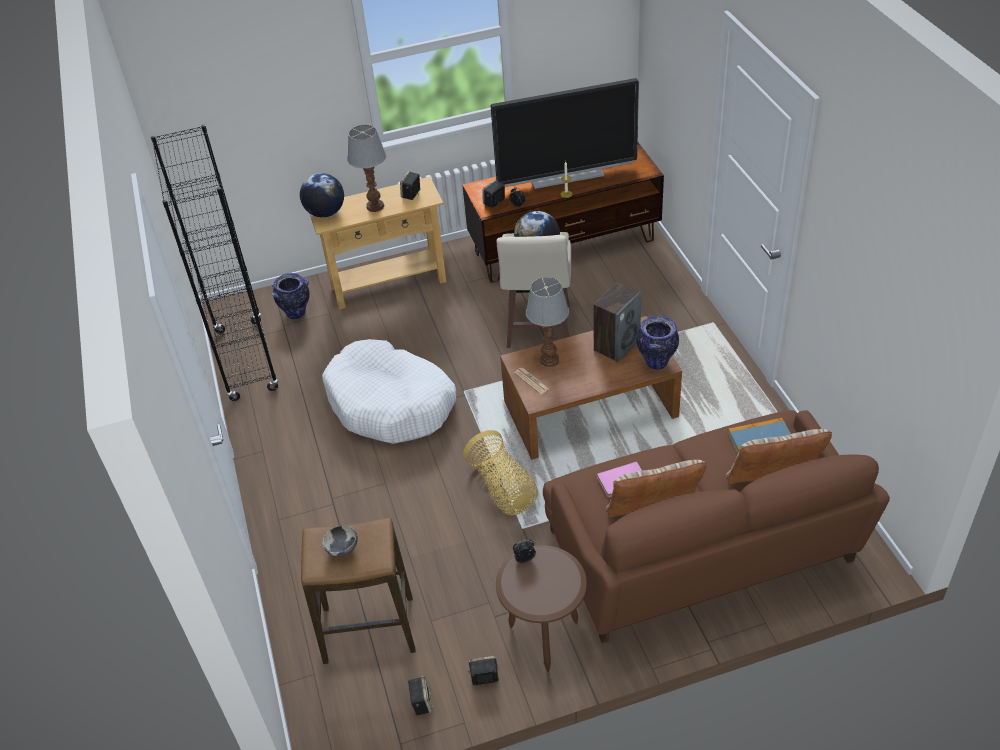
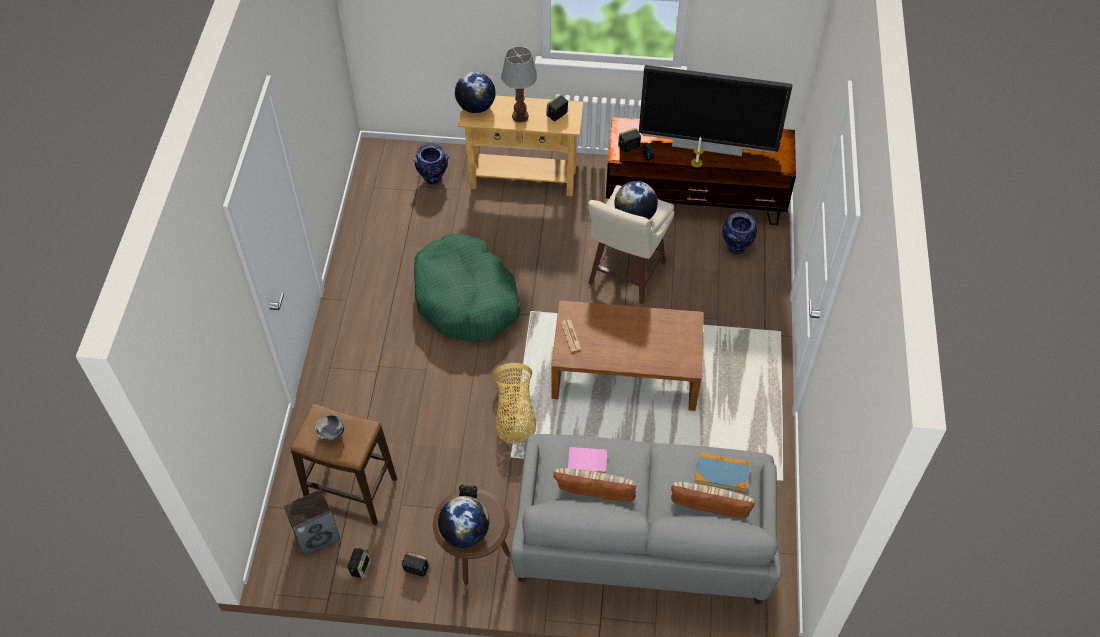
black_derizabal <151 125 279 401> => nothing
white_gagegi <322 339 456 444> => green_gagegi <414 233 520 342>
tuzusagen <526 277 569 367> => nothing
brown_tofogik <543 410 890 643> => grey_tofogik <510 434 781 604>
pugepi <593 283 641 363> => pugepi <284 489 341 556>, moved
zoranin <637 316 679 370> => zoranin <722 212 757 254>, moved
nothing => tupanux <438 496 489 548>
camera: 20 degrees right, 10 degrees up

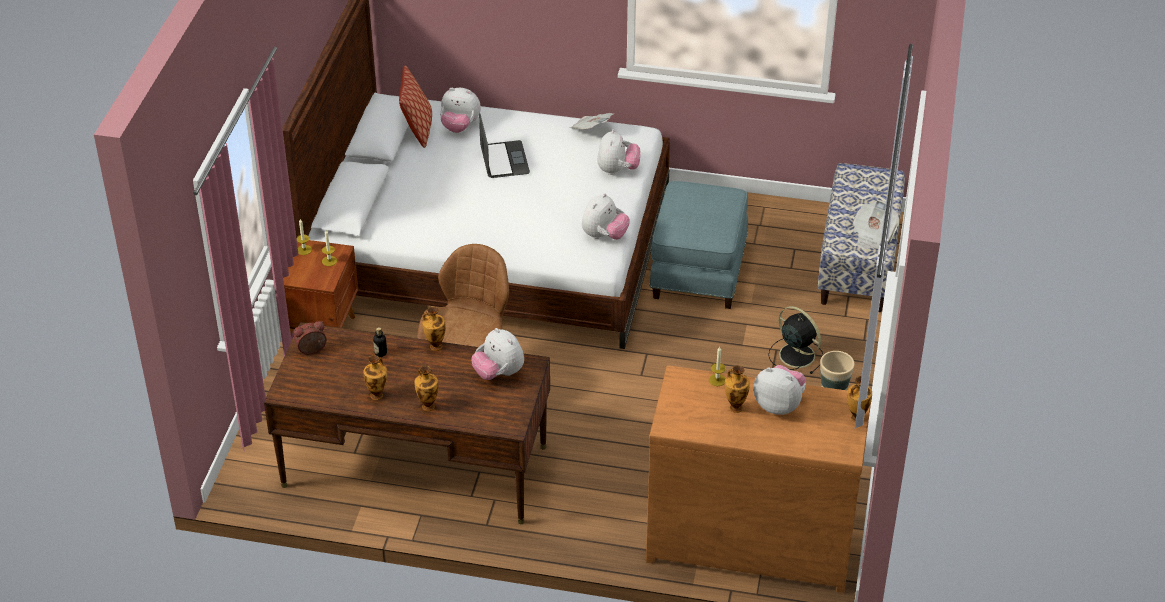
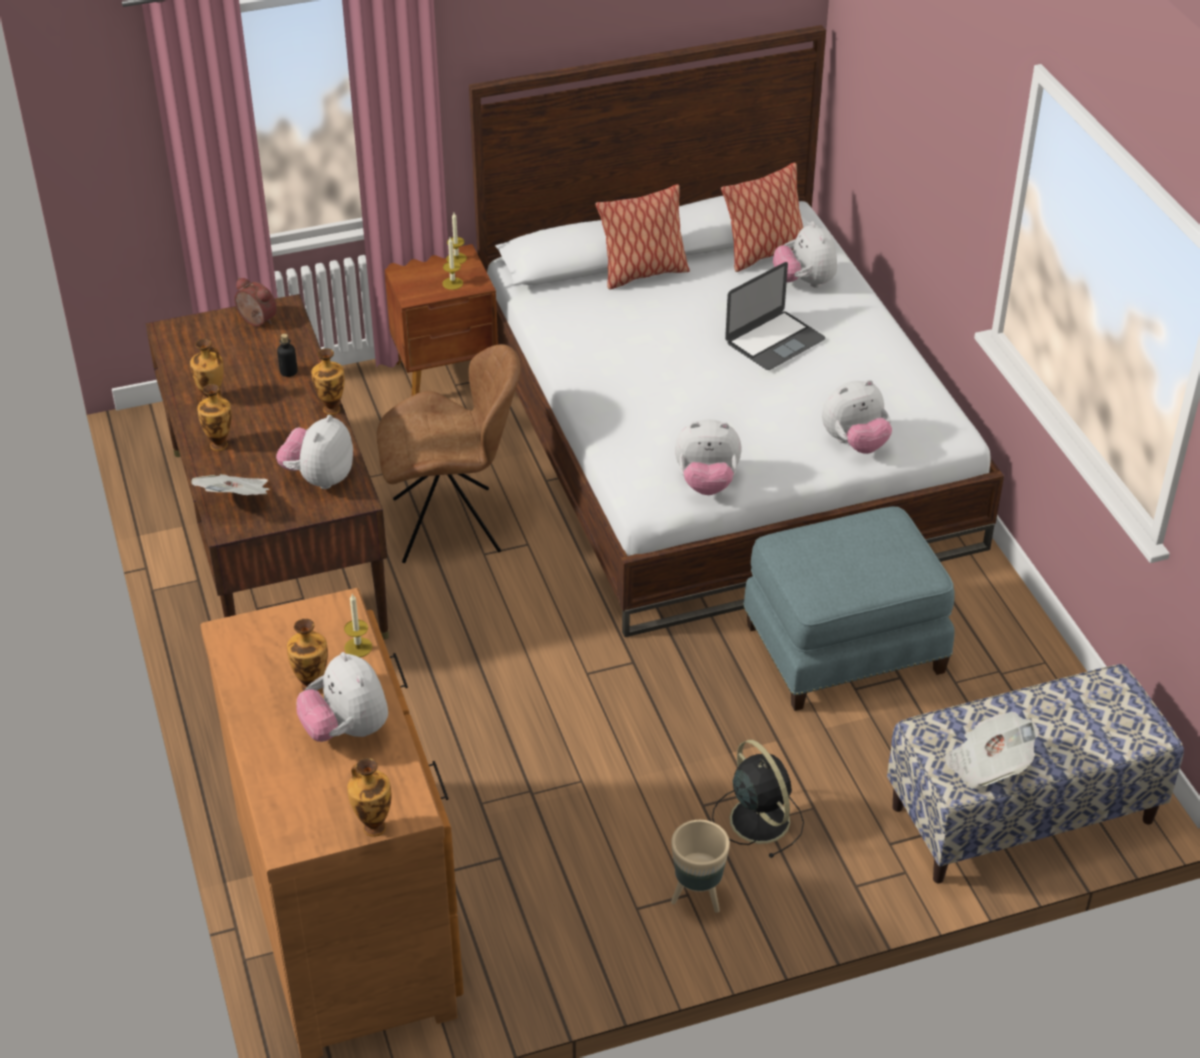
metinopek <570 113 614 129> => metinopek <191 474 269 495>, moved
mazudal <754 365 806 415> => mazudal <296 652 388 742>, 150 degrees clockwise
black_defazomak <768 306 823 374> => black_defazomak <712 740 804 858>, 45 degrees counterclockwise
nothing => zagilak <595 184 690 290>
camera: 60 degrees right, 0 degrees up

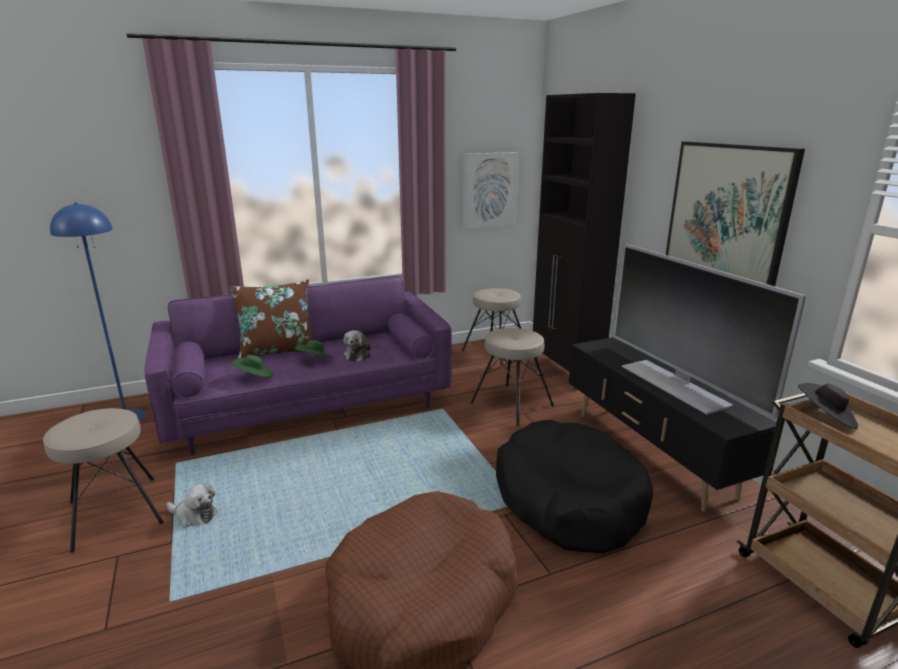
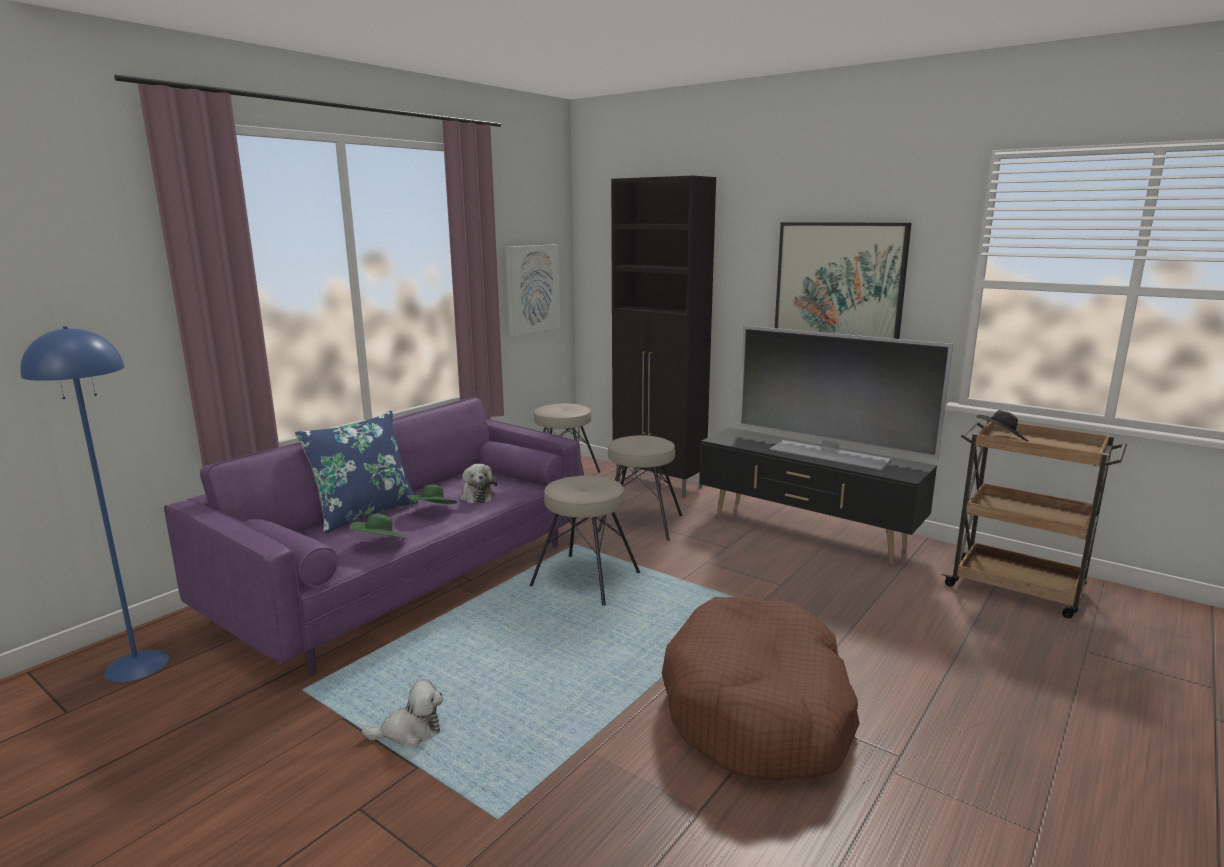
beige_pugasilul <43 408 164 553> => beige_pugasilul <530 475 640 606>, moved
brown_zagilak <230 280 313 358> => blue_zagilak <295 411 418 534>
black_gagegi <496 420 653 553> => nothing
camera: 30 degrees left, 5 degrees down

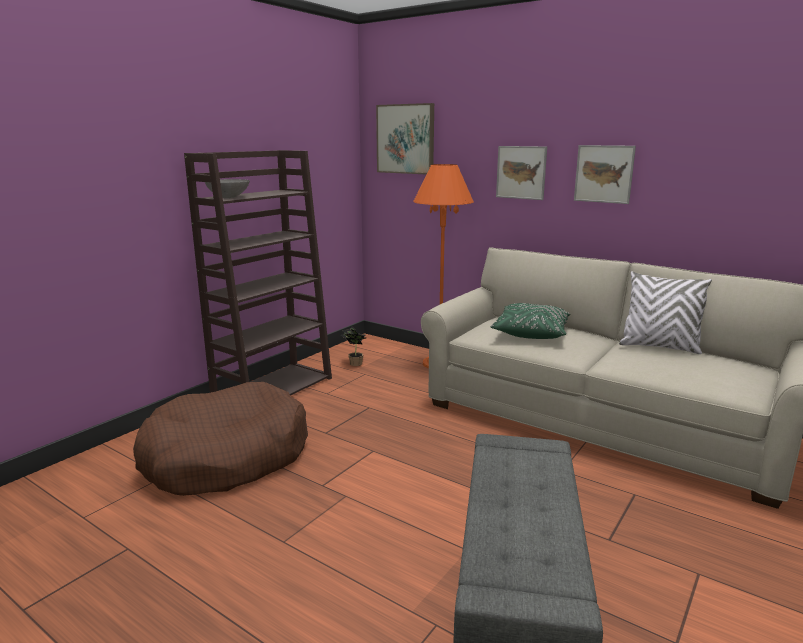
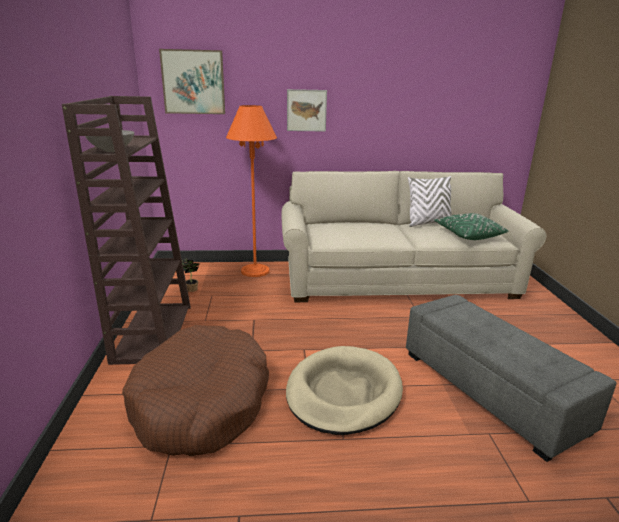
green_zagilak <490 303 570 339> => green_zagilak <434 213 509 240>, moved
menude <574 145 636 204> => nothing
nothing => beige_gagegi <286 346 403 435>
camera: 40 degrees left, 5 degrees up

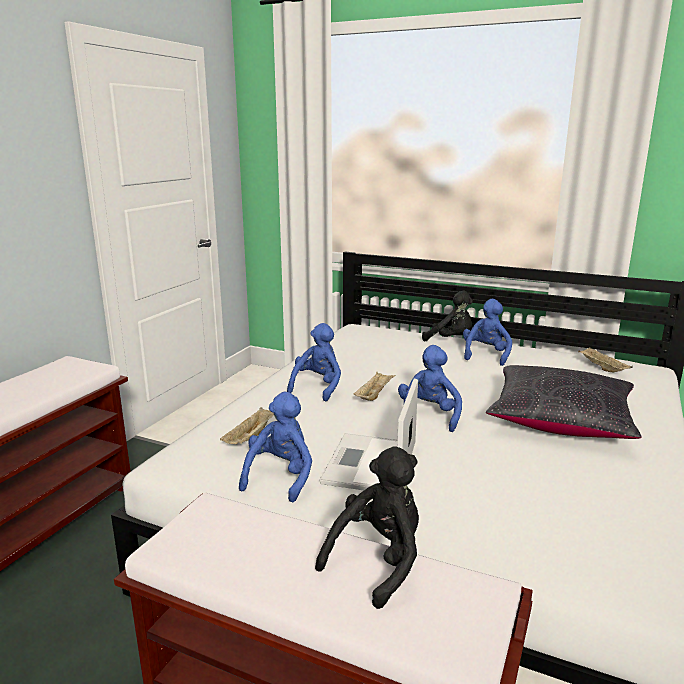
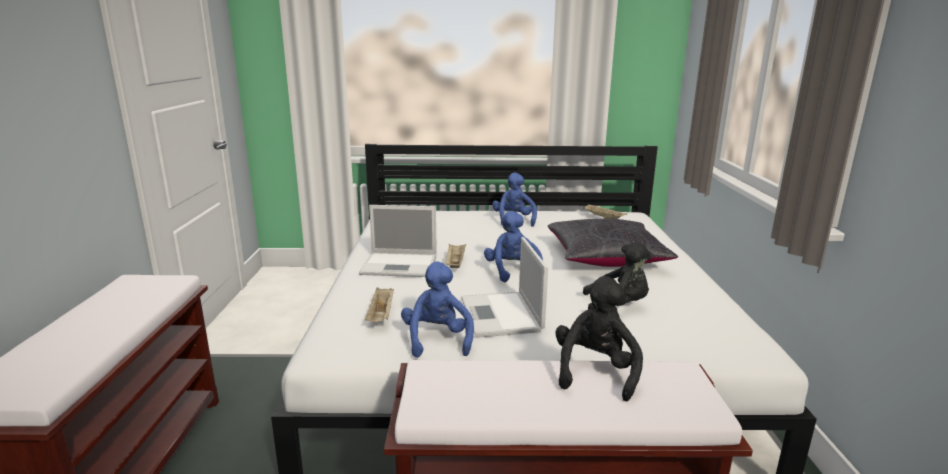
blue_mazudal <287 323 341 401> => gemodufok <359 205 437 277>
black_mazudal <422 291 473 341> => black_mazudal <583 242 653 309>, moved
camera: 25 degrees left, 0 degrees up

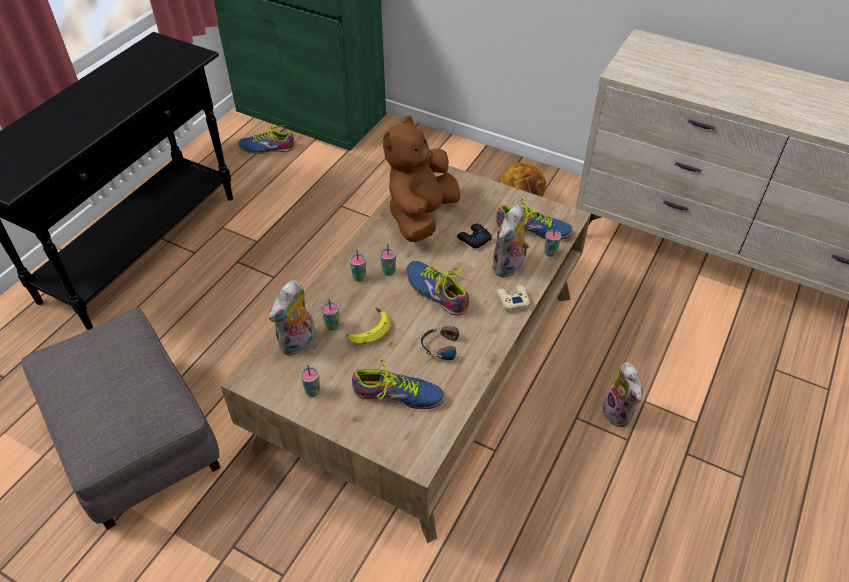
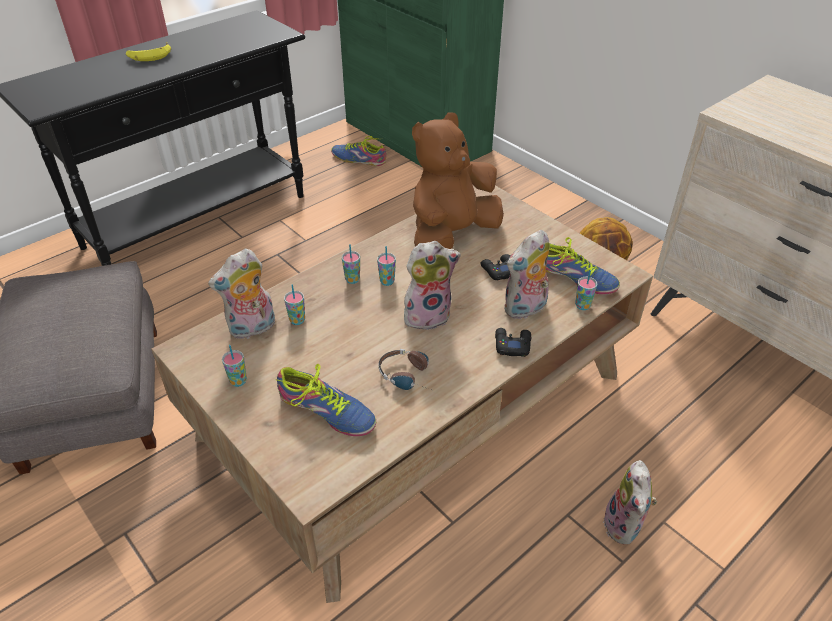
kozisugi <346 307 391 344> => kozisugi <126 42 171 61>, moved
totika <406 261 469 316> => mazudal <404 241 461 332>
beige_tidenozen <497 285 530 311> => black_tidenozen <495 328 531 357>
camera: 20 degrees right, 5 degrees down

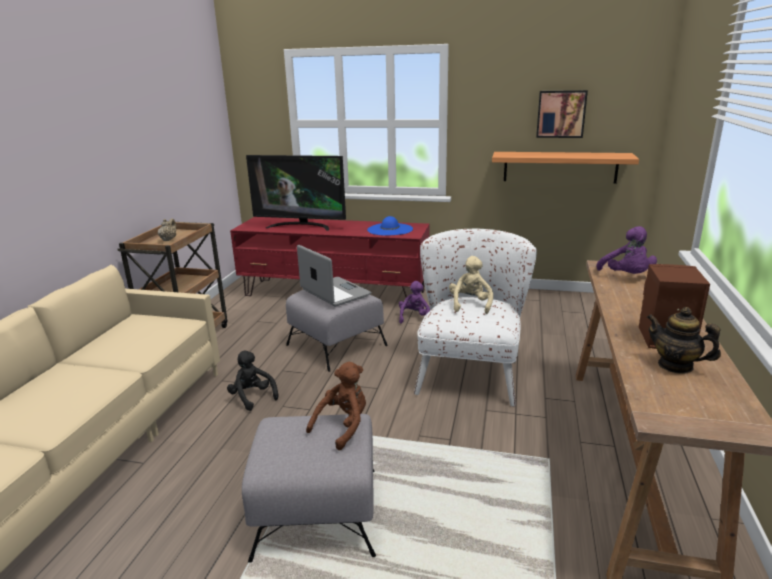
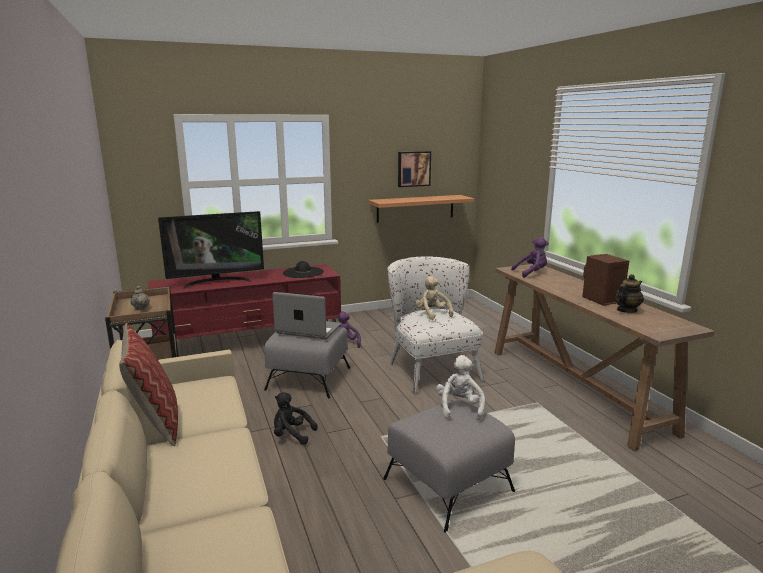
brown_mazudal <306 362 366 450> => white_mazudal <436 355 485 421>
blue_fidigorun <367 216 413 236> => black_fidigorun <283 261 324 278>
purple_mazudal <596 226 657 274> => purple_mazudal <511 237 549 278>, 60 degrees counterclockwise
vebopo <647 307 721 374> => vebopo <615 274 644 313>, 135 degrees clockwise
nothing => zagilak <119 323 178 446>
camera: 35 degrees left, 5 degrees down

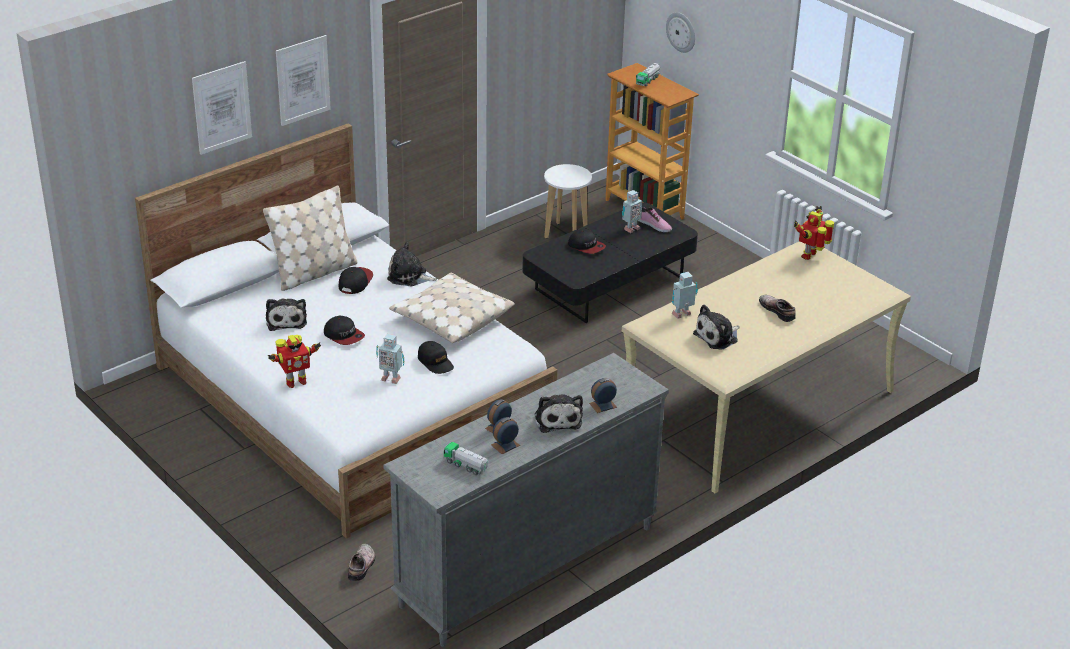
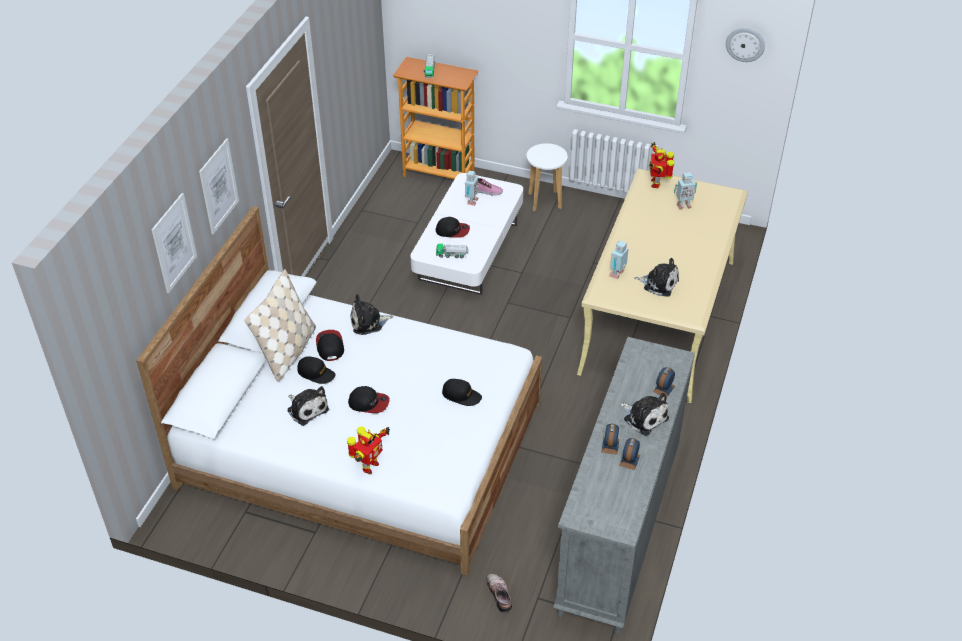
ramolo <376 334 404 384> => ramolo <674 172 697 210>, moved
beige_zagilak <389 273 515 343> => nothing
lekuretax <443 442 488 475> => lekuretax <436 244 468 258>, moved
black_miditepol <522 202 698 323> => white_miditepol <410 173 523 295>
white_pugasilul <544 164 592 238> => white_pugasilul <526 143 568 211>, moved
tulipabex <666 12 695 53> => tulipabex <726 28 765 62>, moved
mazudal <693 304 740 350> => mazudal <634 258 679 297>, 90 degrees counterclockwise
totika <759 295 796 322> => nothing
nothing => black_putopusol <297 356 336 384>
camera: 30 degrees left, 10 degrees up

